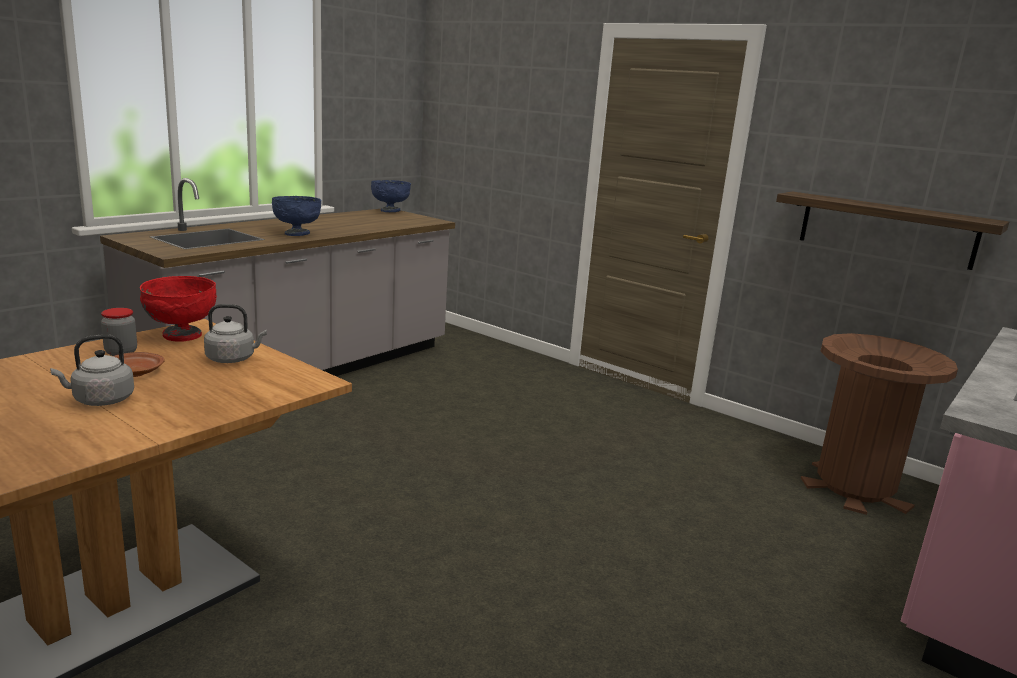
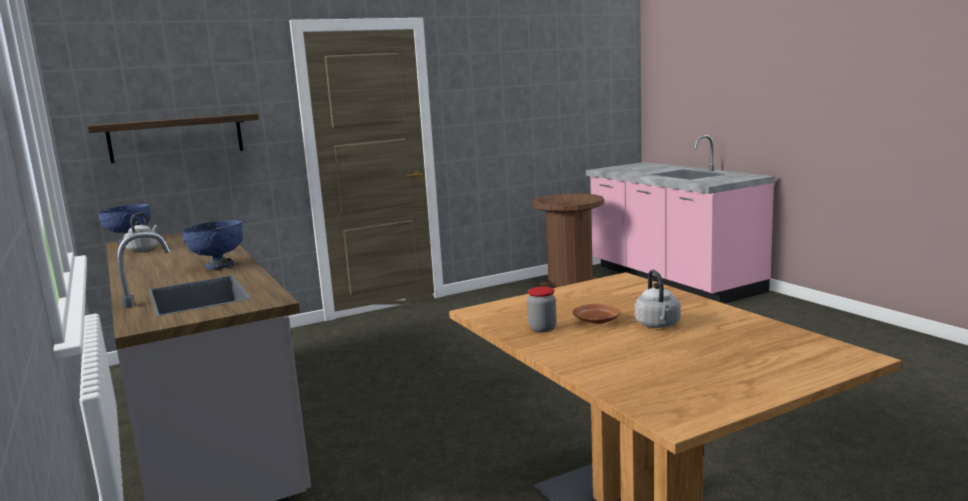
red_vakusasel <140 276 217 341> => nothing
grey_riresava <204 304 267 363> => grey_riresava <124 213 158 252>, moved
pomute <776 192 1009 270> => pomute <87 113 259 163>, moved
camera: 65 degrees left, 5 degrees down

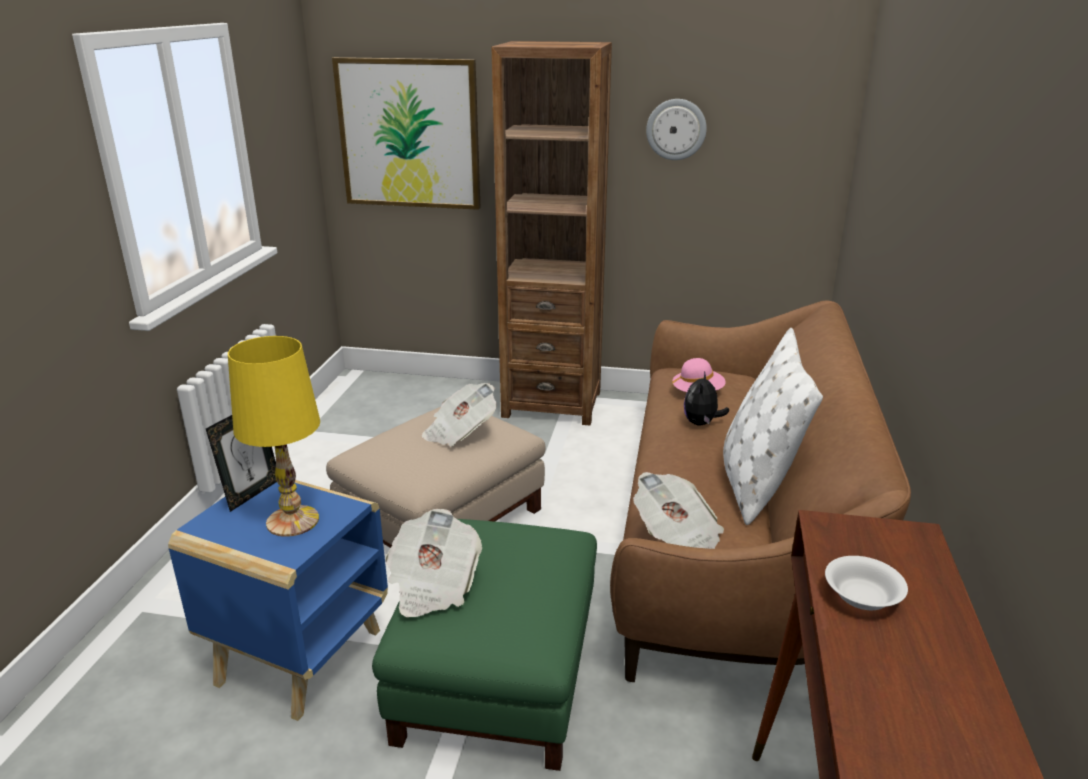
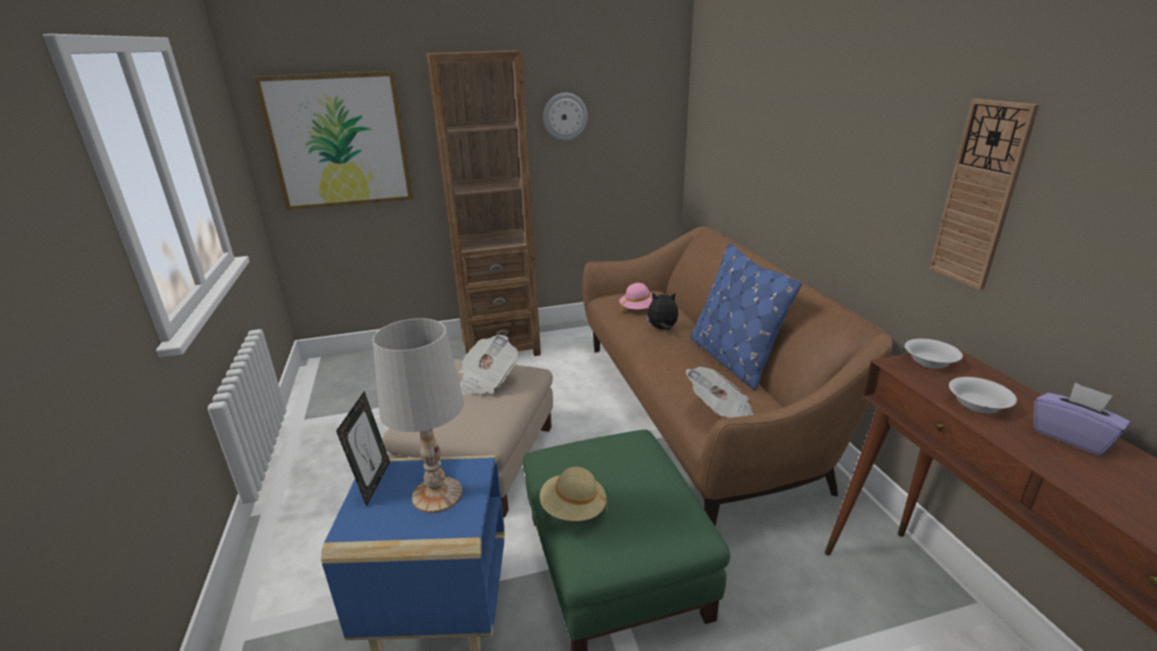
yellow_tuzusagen <228 336 320 537> => white_tuzusagen <373 318 464 513>
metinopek <385 509 482 617> => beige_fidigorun <540 467 607 521>
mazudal <684 371 729 426> => mazudal <645 292 678 330>, 105 degrees clockwise
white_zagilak <723 328 823 525> => blue_zagilak <690 243 802 390>
nothing => white_vakusasel <905 339 963 368>
nothing => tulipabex <929 99 1039 290>
nothing => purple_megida <1034 383 1131 456>
camera: 25 degrees left, 0 degrees up

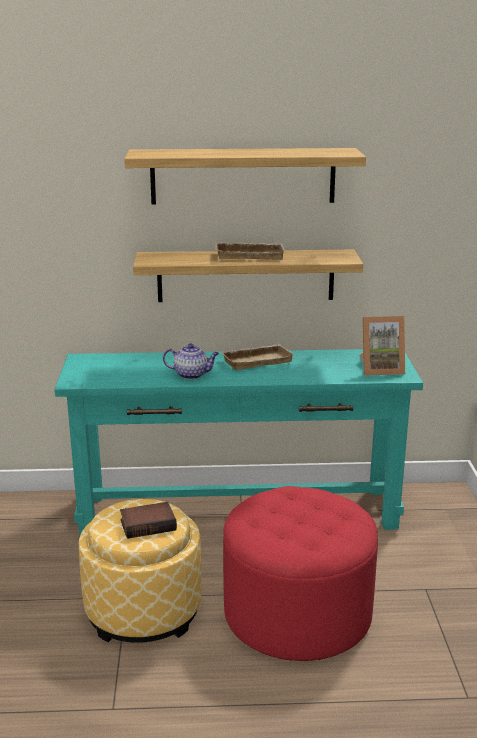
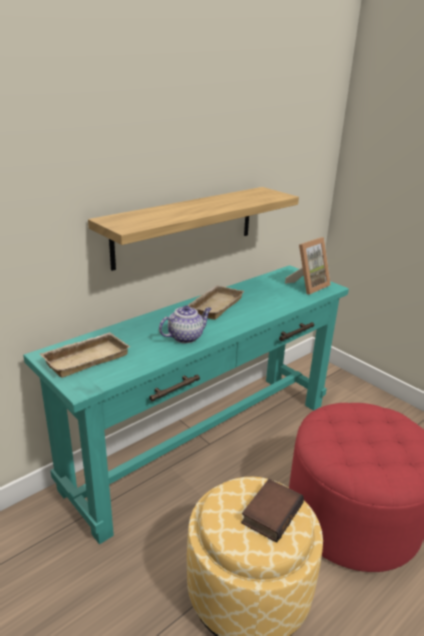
pomute <124 148 366 204> => nothing
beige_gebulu <215 242 285 260> => beige_gebulu <40 332 130 378>, moved
camera: 40 degrees left, 5 degrees up

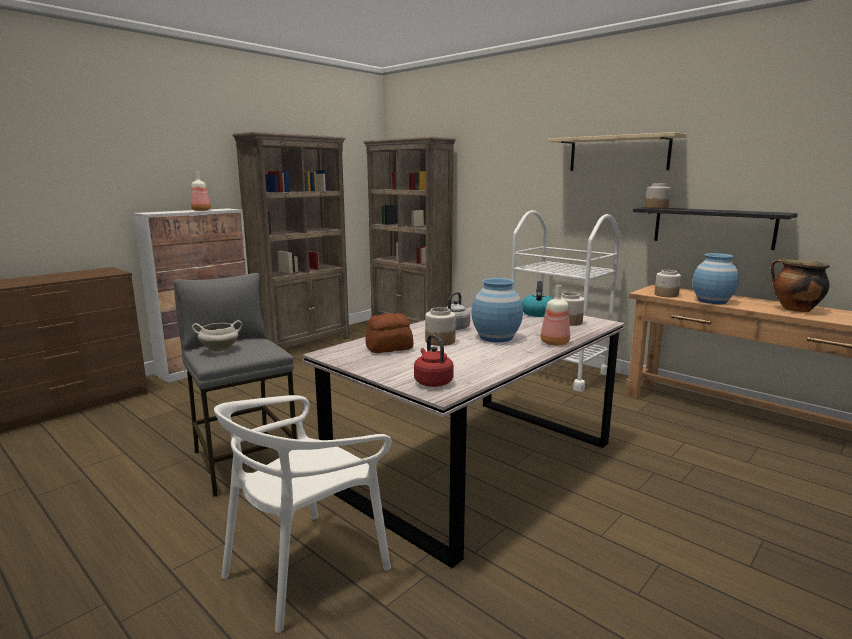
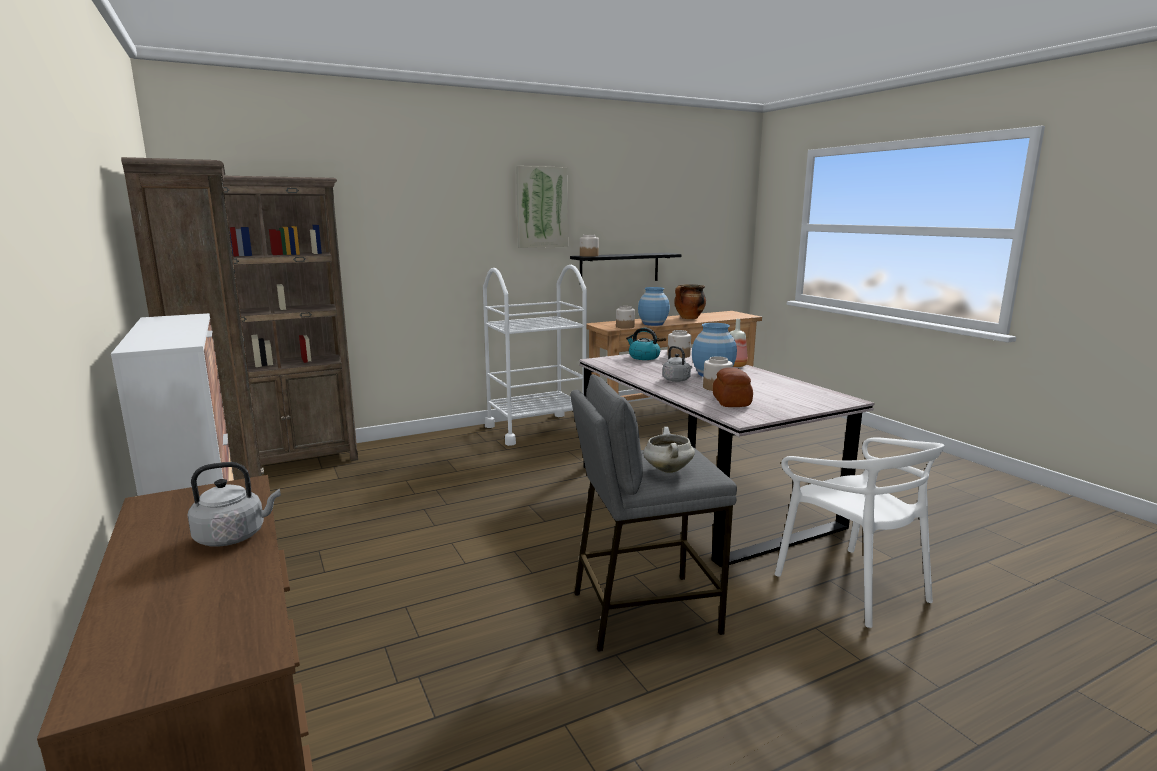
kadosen <191 171 211 211> => nothing
red_riresava <414 334 454 387> => nothing
beige_pomute <548 132 687 171> => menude <516 166 568 248>
nothing => grey_riresava <188 462 281 547>
camera: 70 degrees left, 0 degrees up

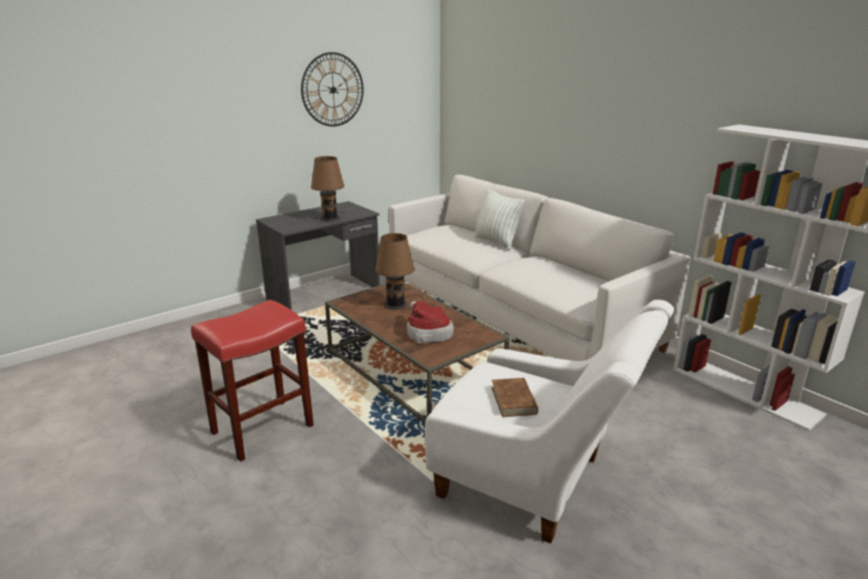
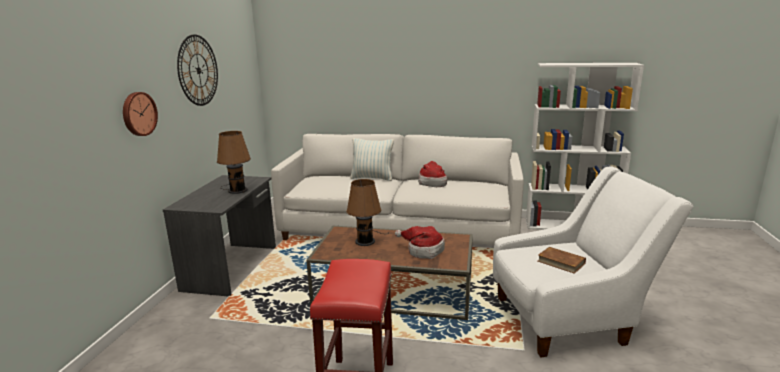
nothing => tulipabex <123 92 158 136>
nothing => fidigorun <418 161 447 187>
camera: 40 degrees left, 5 degrees down

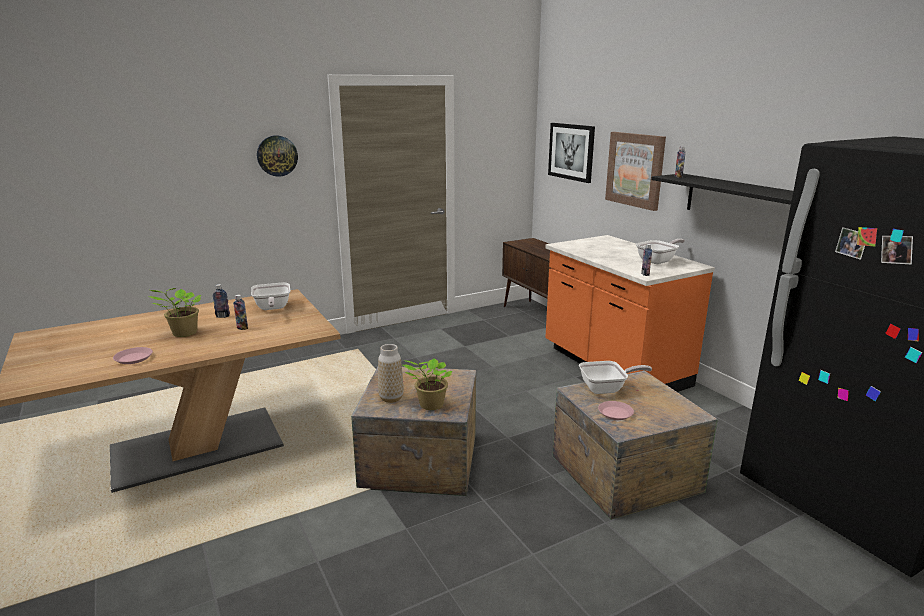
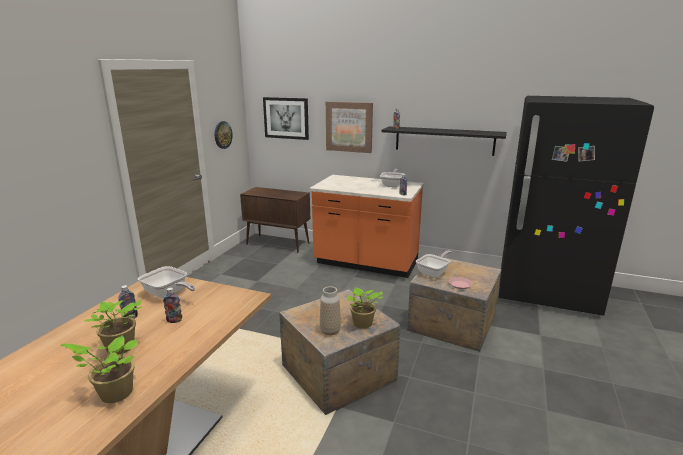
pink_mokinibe <113 347 153 364> => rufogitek <61 335 138 403>
tulipabex <257 135 298 177> => tulipabex <215 121 233 149>, moved
camera: 40 degrees left, 0 degrees up

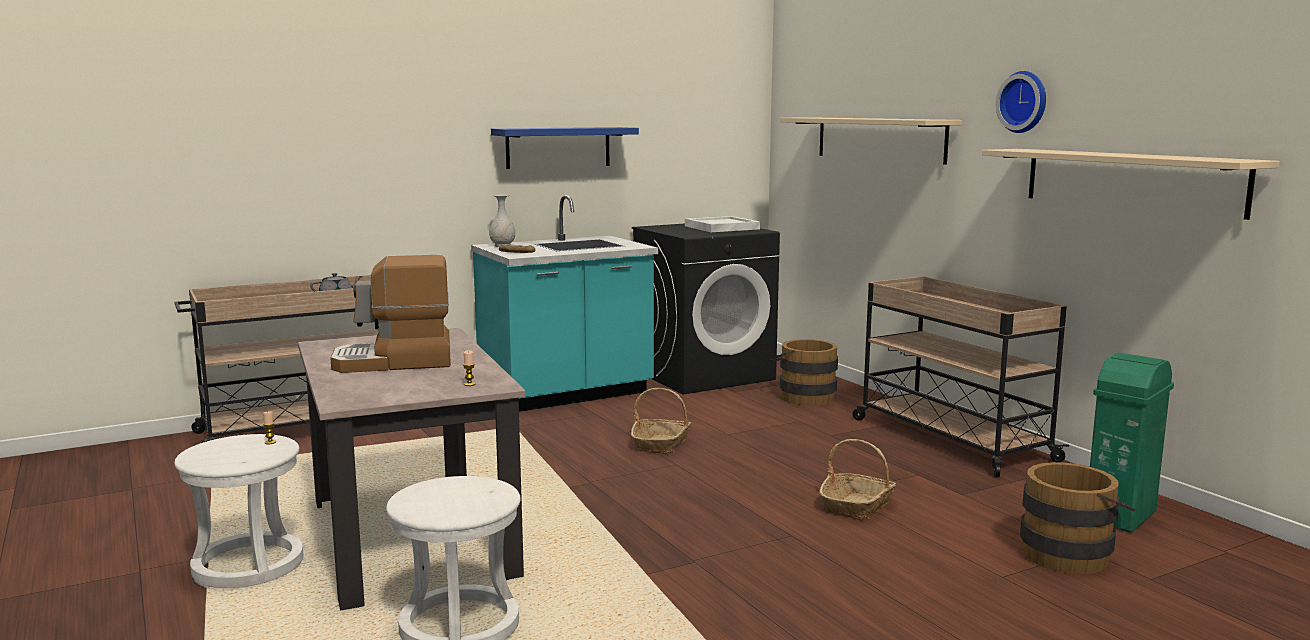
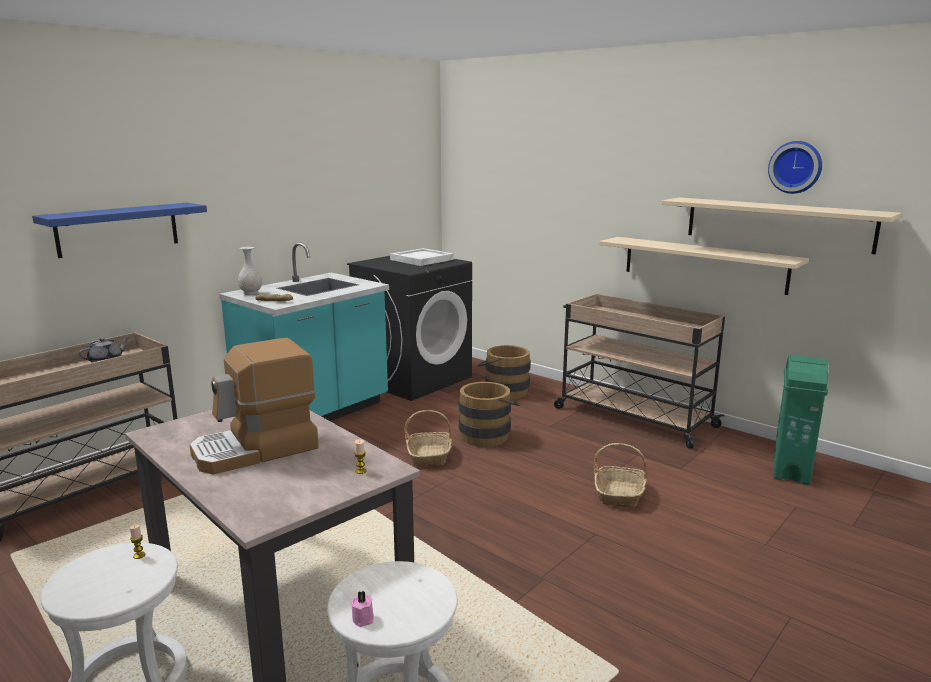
blue_pomute <491 127 639 169> => blue_pomute <32 203 207 258>, moved
beige_pomute <780 117 962 165> => beige_pomute <599 237 809 295>, moved
tulipabex <996 71 1046 133> => tulipabex <768 141 822 194>, moved
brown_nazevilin <1020 462 1135 574> => brown_nazevilin <459 382 520 447>, moved
nothing => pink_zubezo <350 591 374 627>
camera: 20 degrees left, 5 degrees up

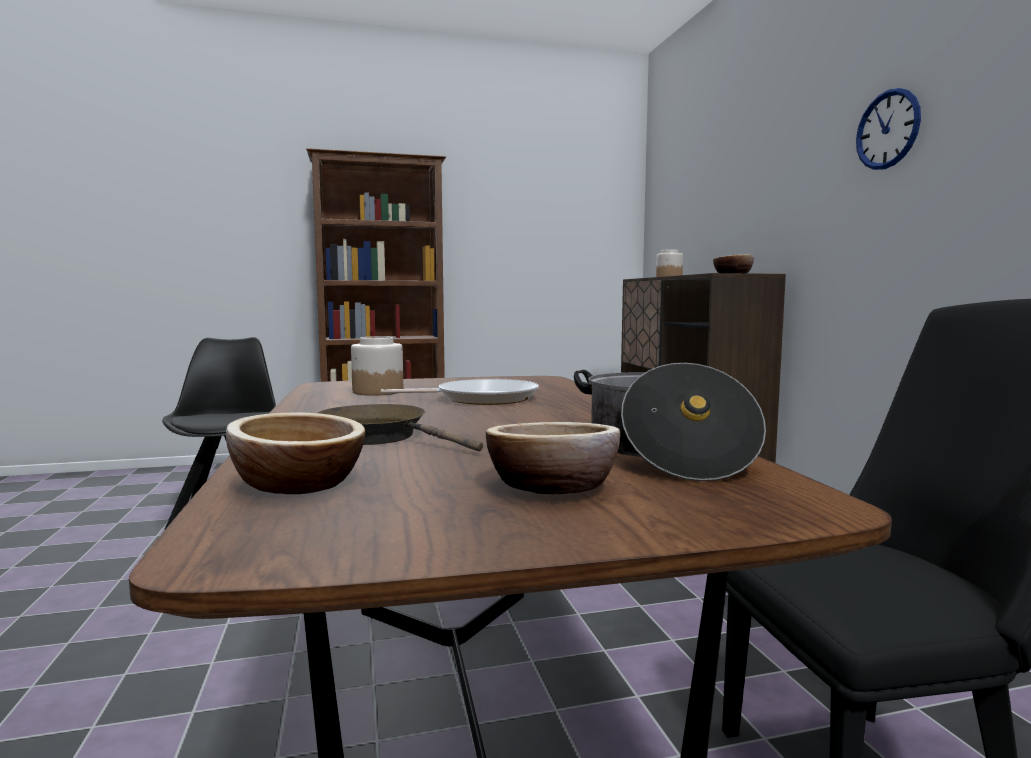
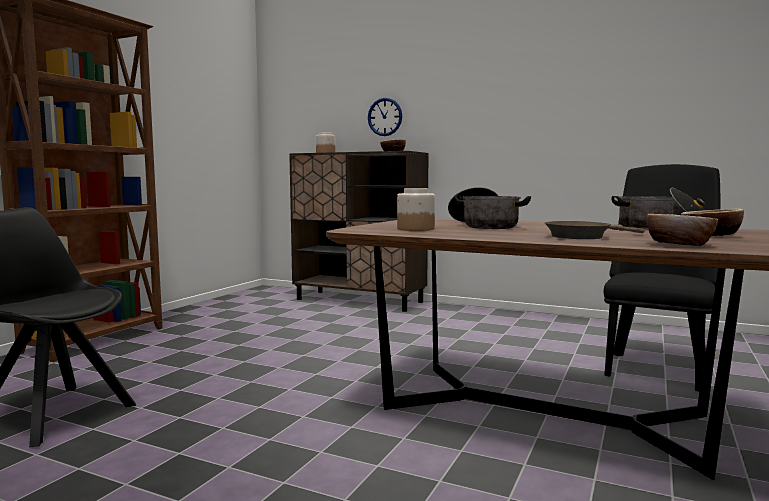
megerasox <381 379 539 405> => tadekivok <448 187 531 229>
tulipabex <856 88 921 170> => tulipabex <368 98 402 136>, moved
camera: 50 degrees left, 0 degrees up

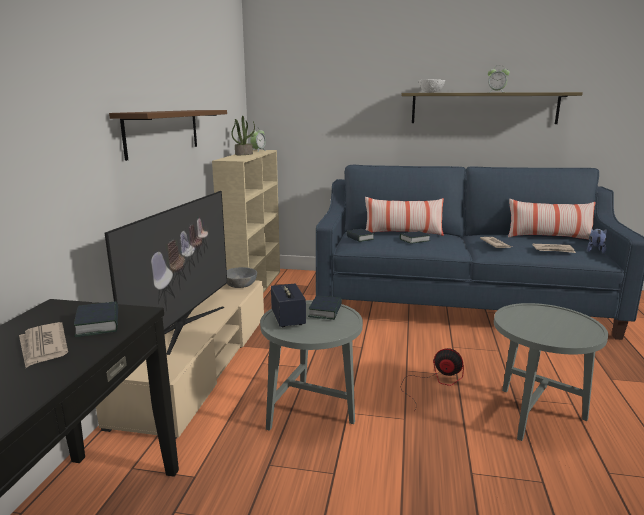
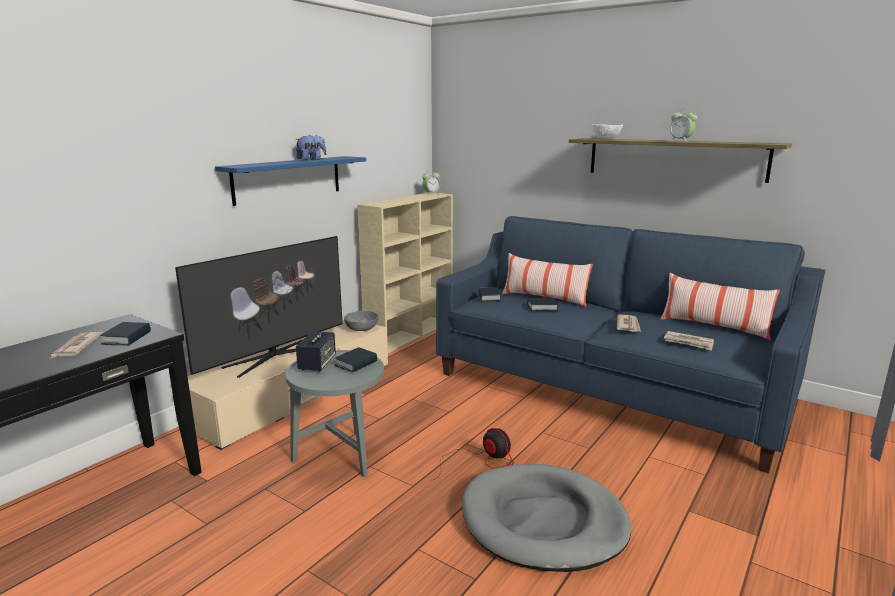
brown_pomute <109 110 227 161> => blue_pomute <215 156 366 206>
rufogitek <231 116 255 155> => nothing
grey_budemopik <494 303 608 441> => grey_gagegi <462 464 631 572>
mazudal <587 228 607 254> => mazudal <295 135 327 160>, moved
camera: 25 degrees right, 0 degrees up

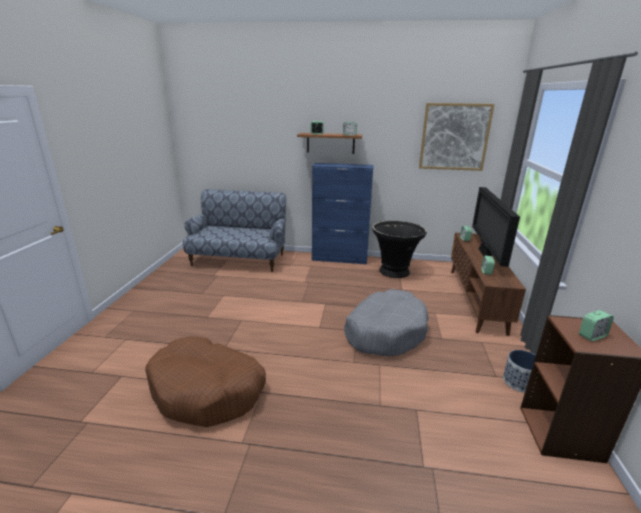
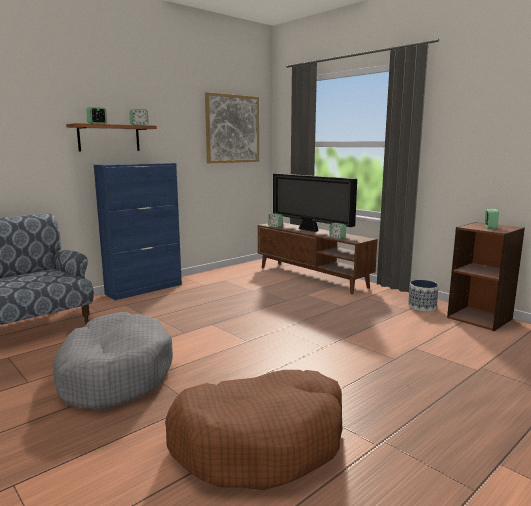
grey_gagegi <344 289 429 356> => grey_gagegi <53 312 173 410>, moved
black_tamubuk <372 221 427 278> => nothing
camera: 50 degrees left, 10 degrees down

